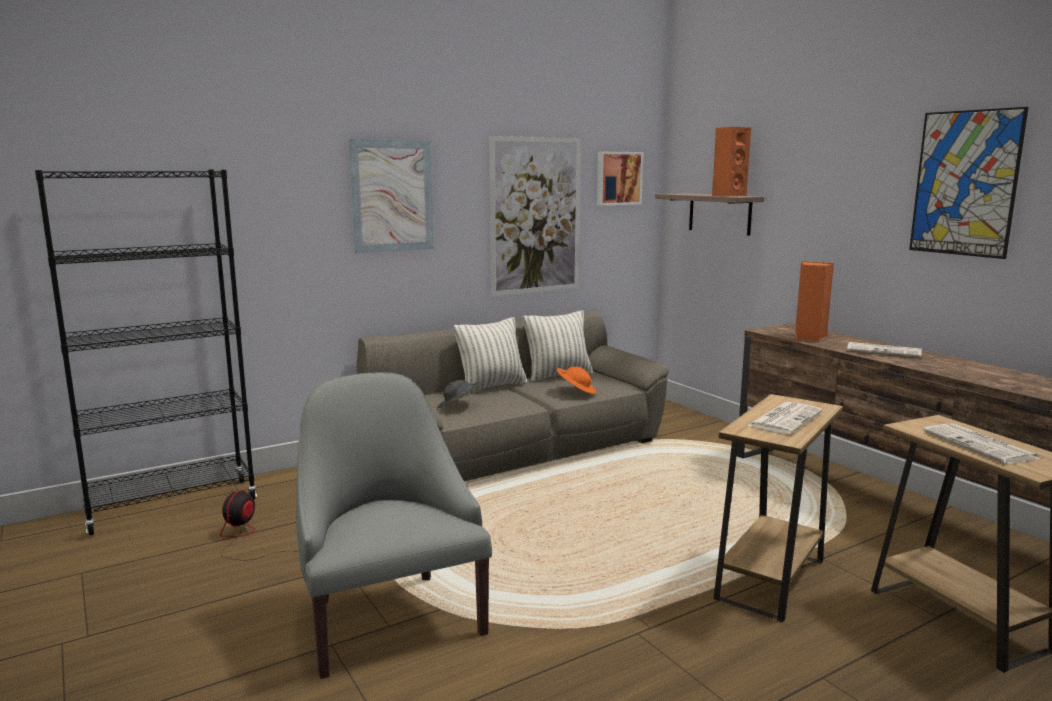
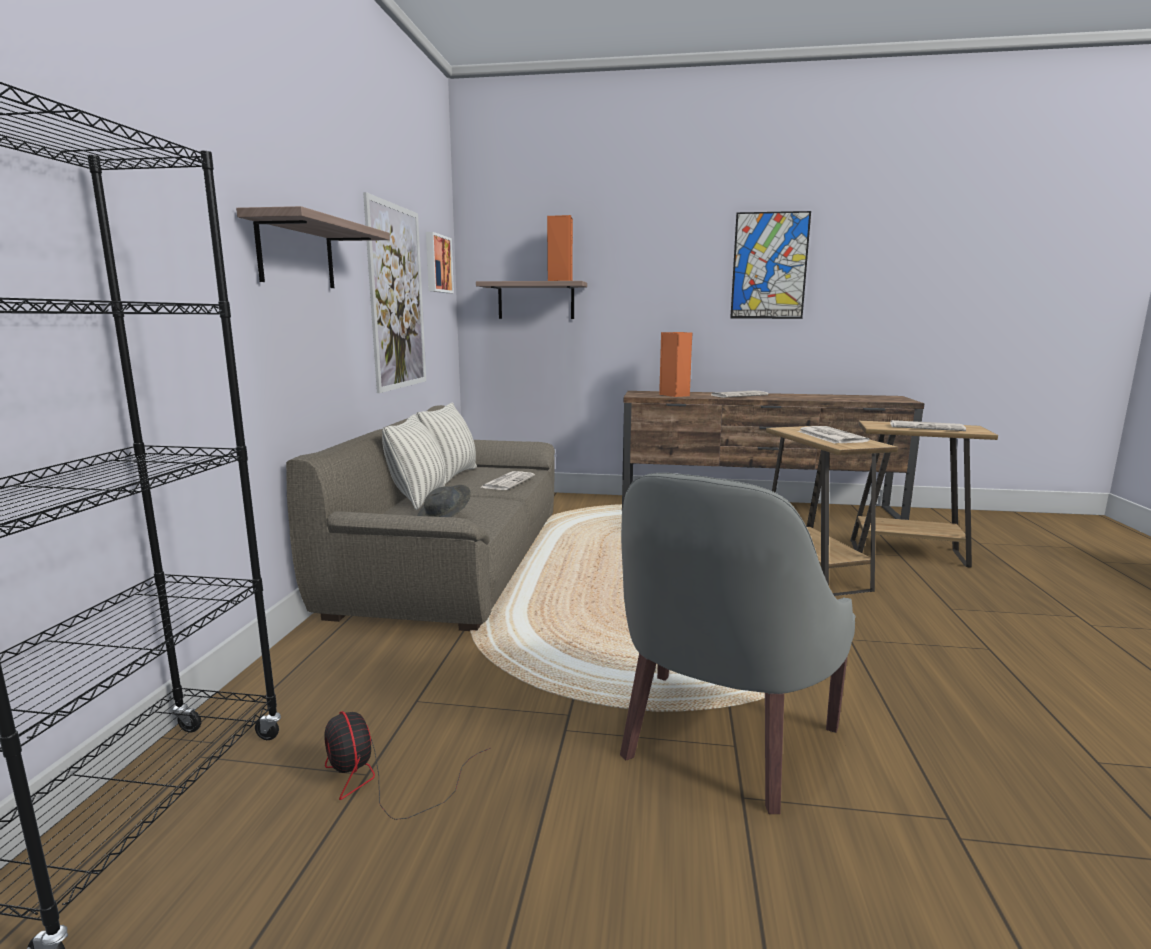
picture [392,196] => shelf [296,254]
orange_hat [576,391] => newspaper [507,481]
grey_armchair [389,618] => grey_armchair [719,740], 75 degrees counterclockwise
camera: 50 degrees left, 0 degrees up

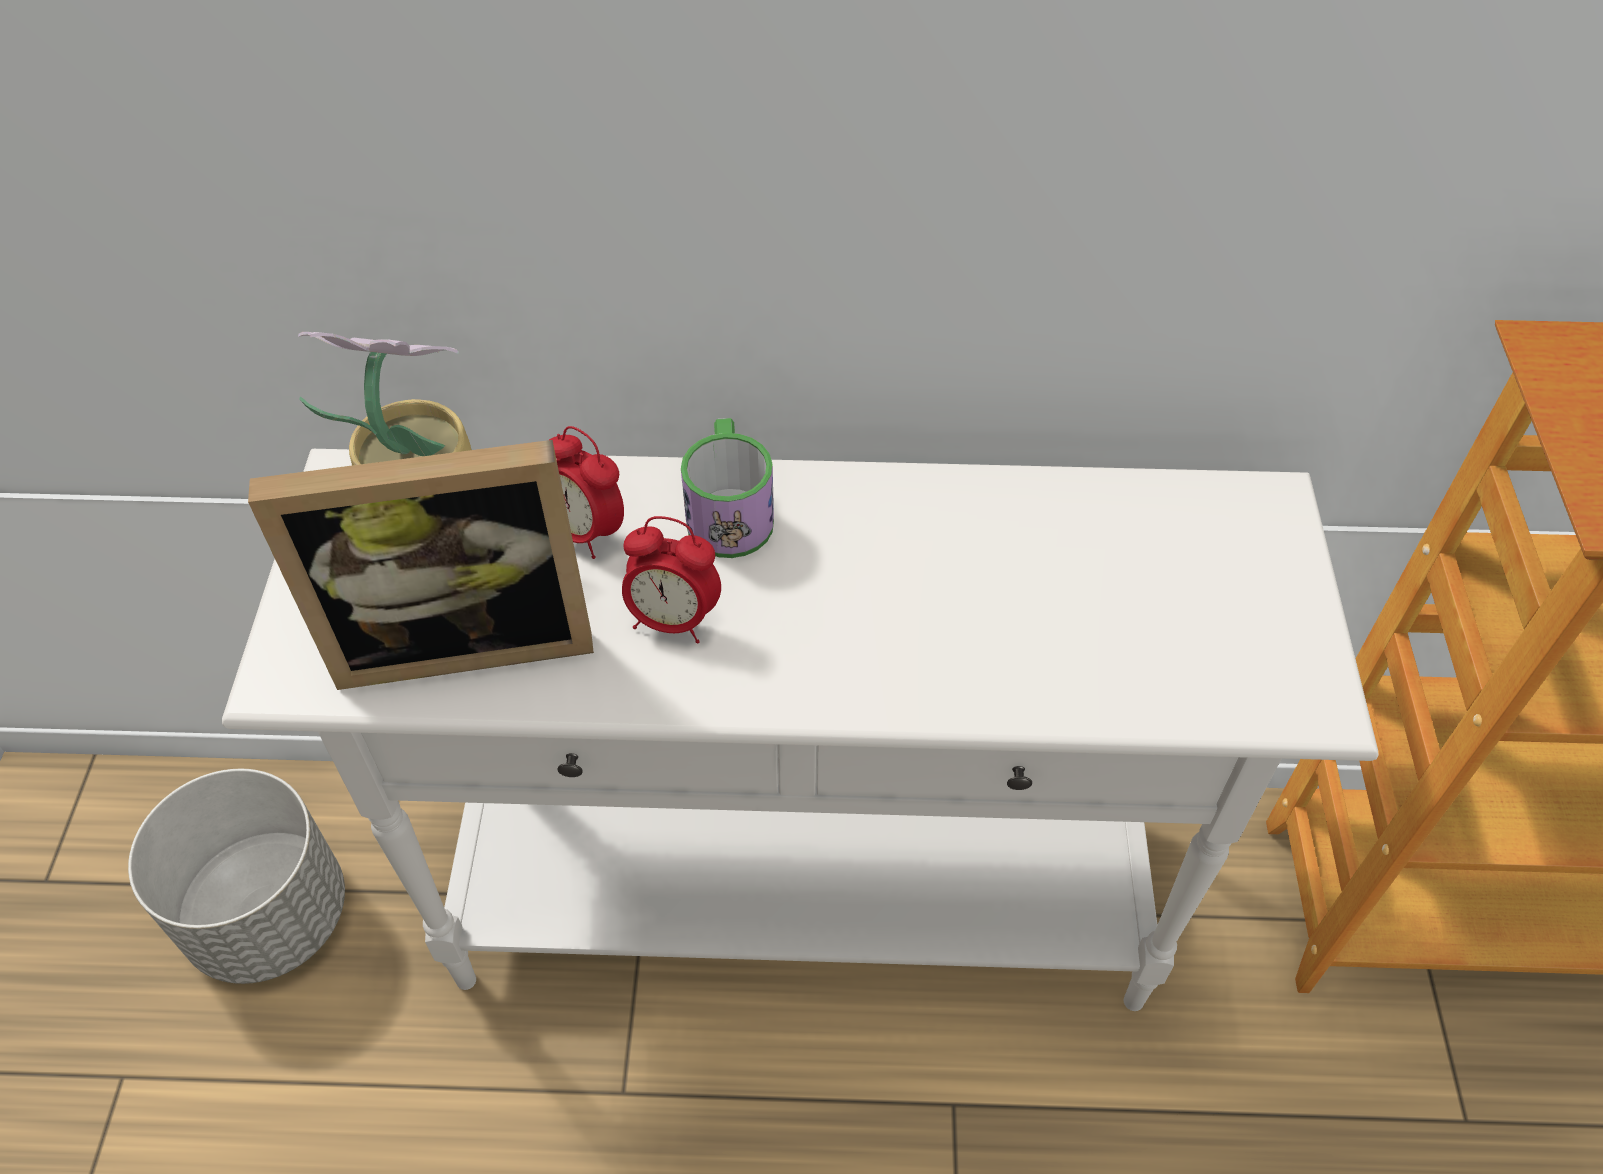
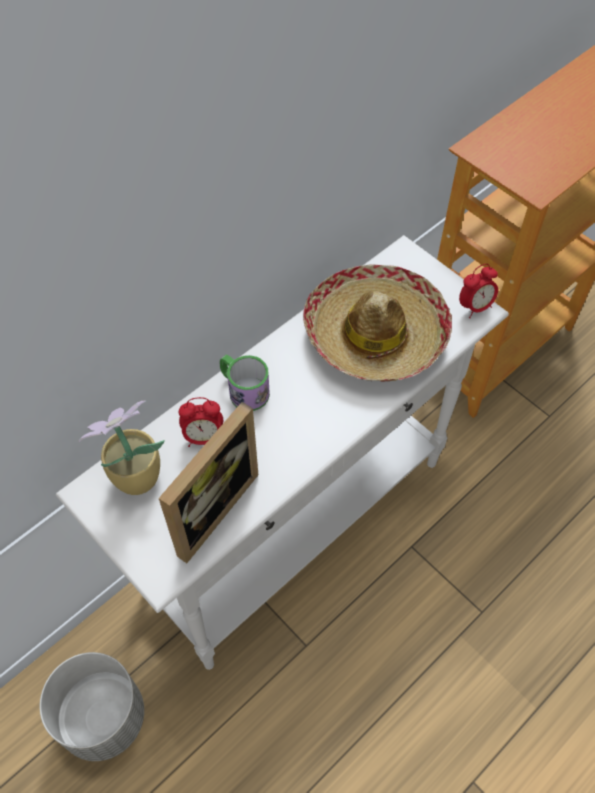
nothing => hat [376,334]
alarm_clock [673,619] => alarm_clock [475,307], relocated
camera: 45 degrees left, 5 degrees up

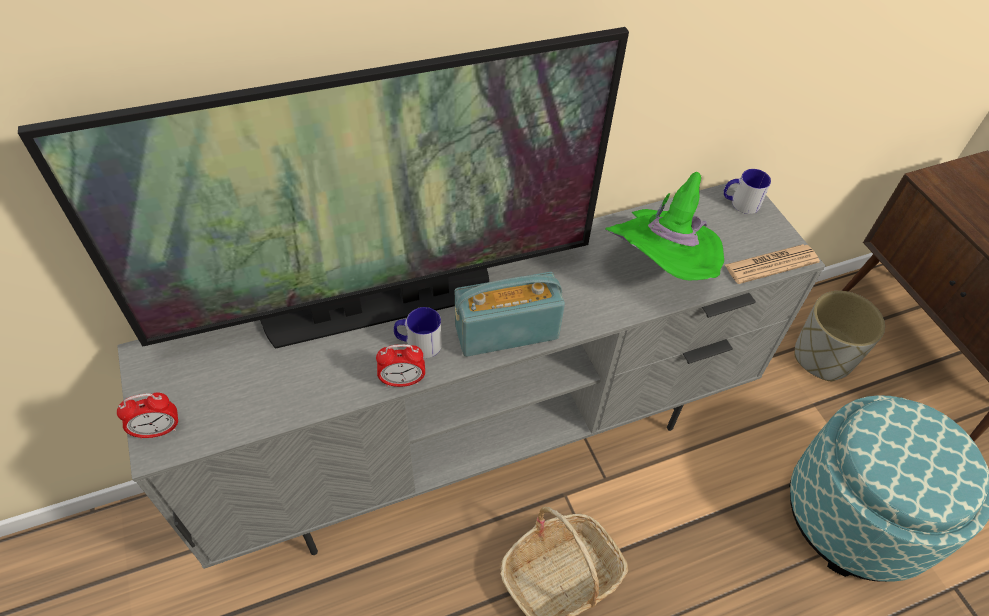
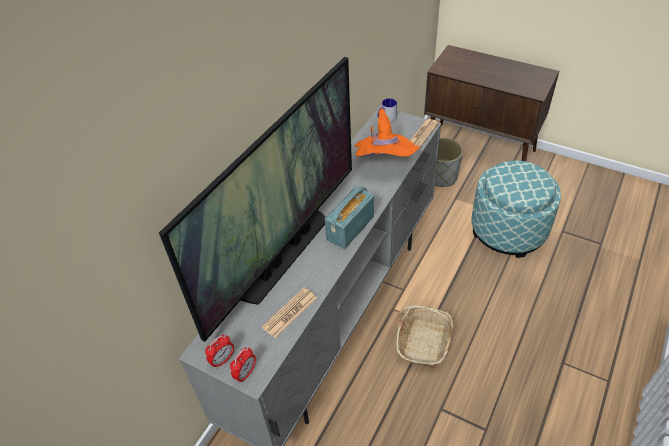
mug [418,343] => nothing
nothing => newspaper [290,312]
alarm_clock [402,381] => alarm_clock [222,360], relocated
green_hat [661,269] => orange_hat [384,163]
camera: 35 degrees left, 5 degrees down

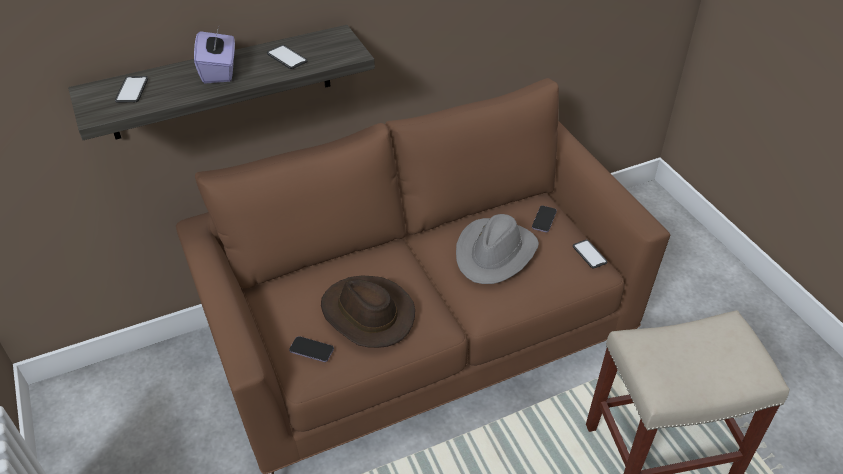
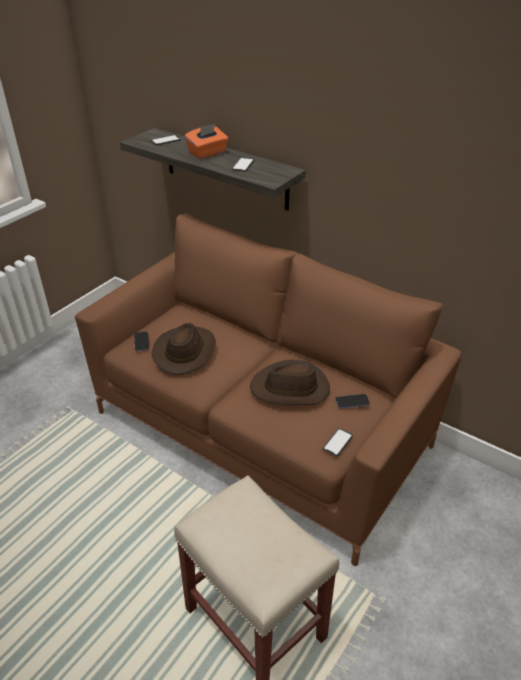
purple_tissue_box [219,71] => orange_tissue_box [207,153]
grey_hat [495,253] => brown_hat [290,388]
camera: 60 degrees right, 5 degrees down

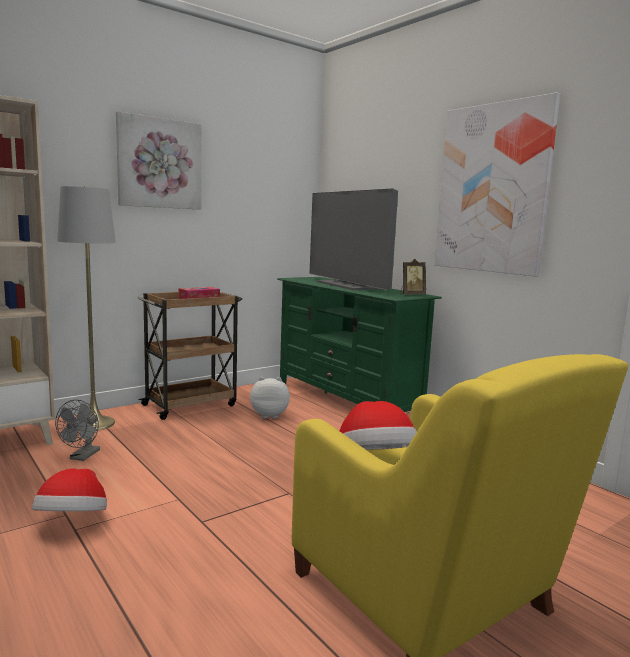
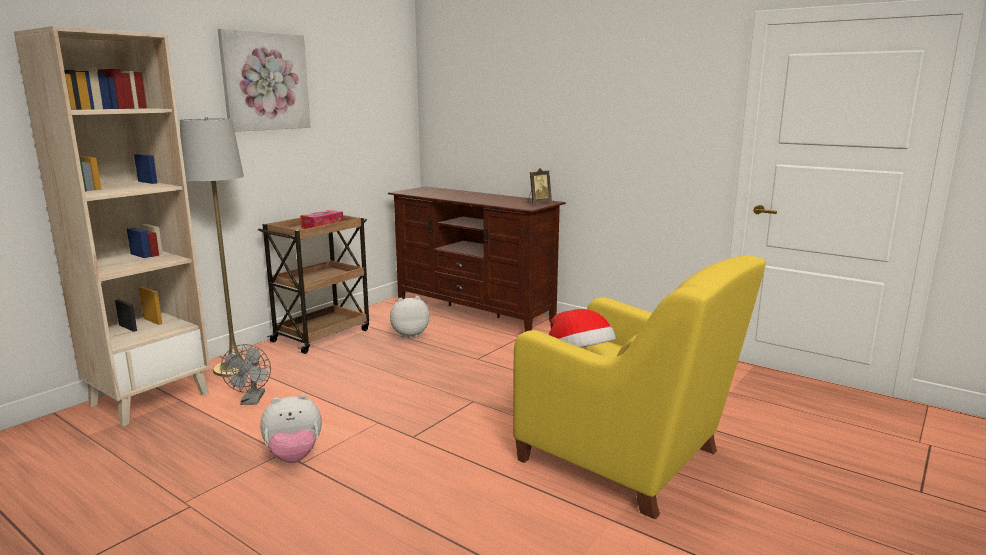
television [349,285] => nothing
picture [492,189] => nothing
hat [73,521] => plush_toy [294,457]
green_tv_stand [346,401] => brown_tv_stand [474,311]
camera: 15 degrees left, 5 degrees up

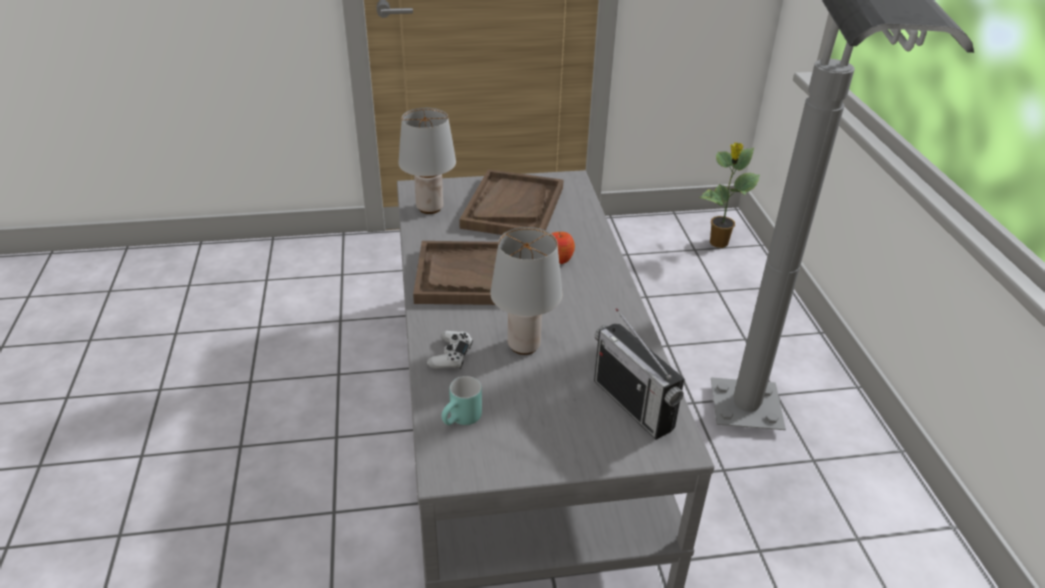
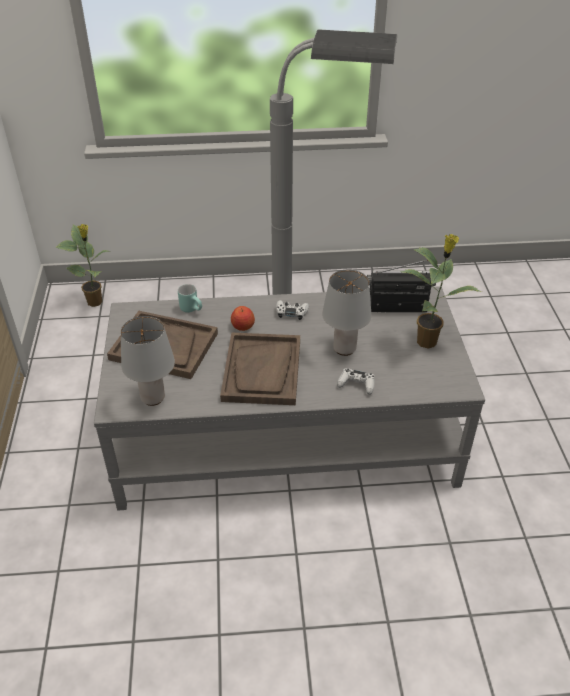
nothing => white_game_controller [291,312]
nothing => potted_plant [428,341]
turquoise_mug [462,421] => turquoise_mug [193,309], relocated
radio [633,404] => radio [397,308], 150 degrees counterclockwise
camera: 85 degrees left, 5 degrees up

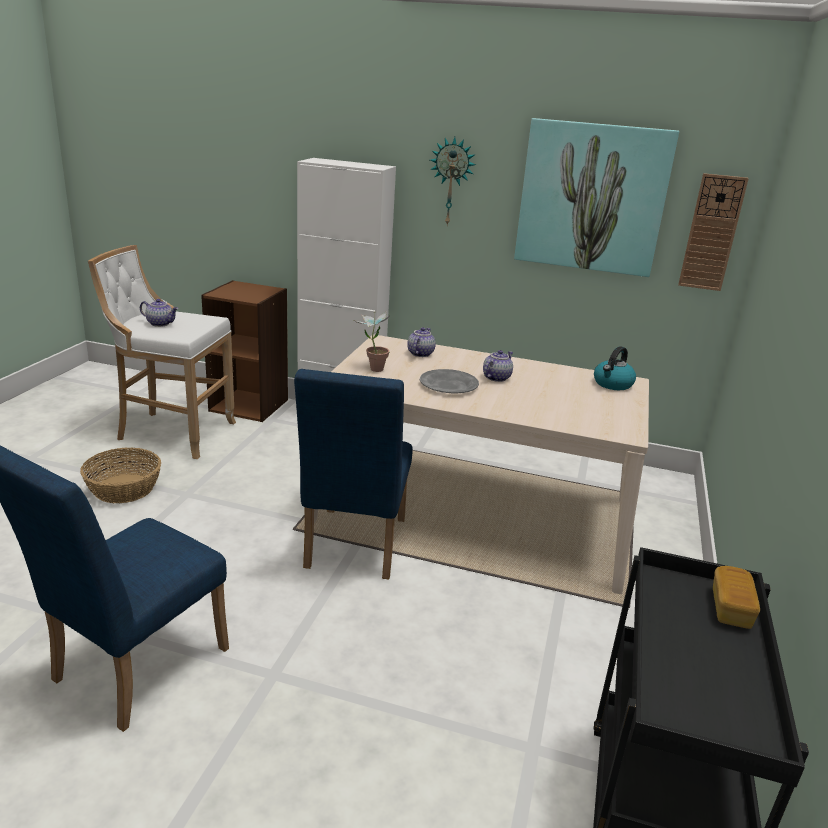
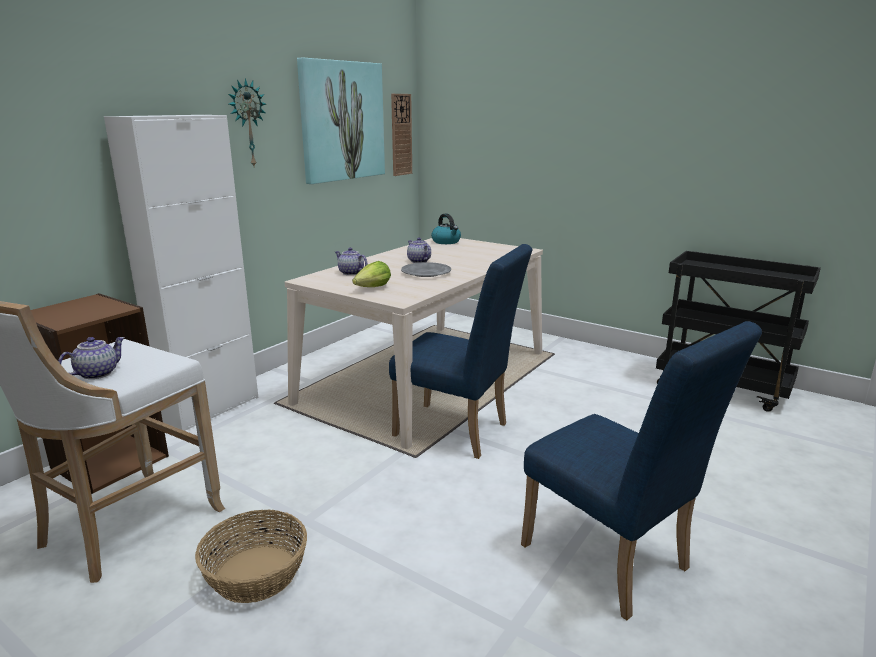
bread [730,609] => nothing
potted_plant [372,368] => lettuce [373,288]
camera: 70 degrees left, 5 degrees down

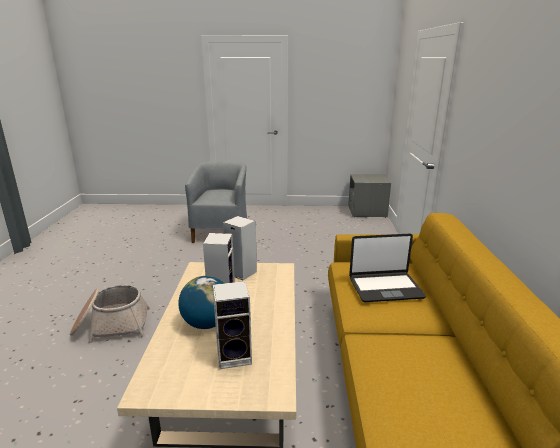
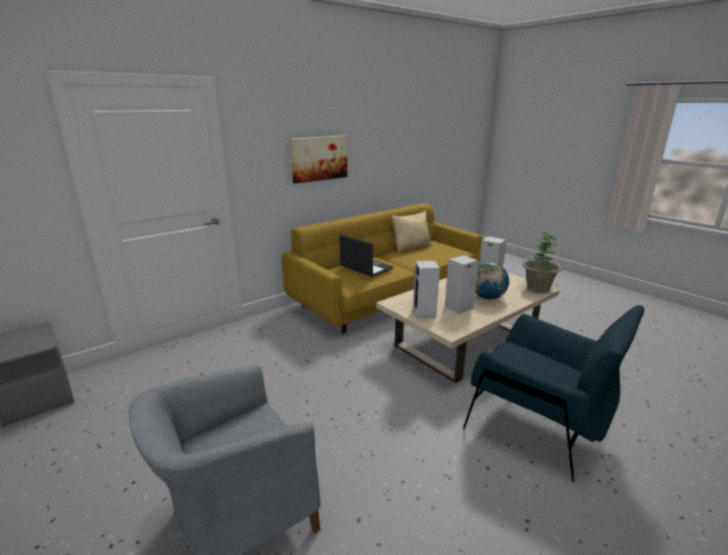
nothing => picture [319,158]
nothing => beige_pillow [412,247]
nothing => potted_plant [538,288]
basket [111,325] => blue_armchair [538,427]
camera: 130 degrees left, 0 degrees up

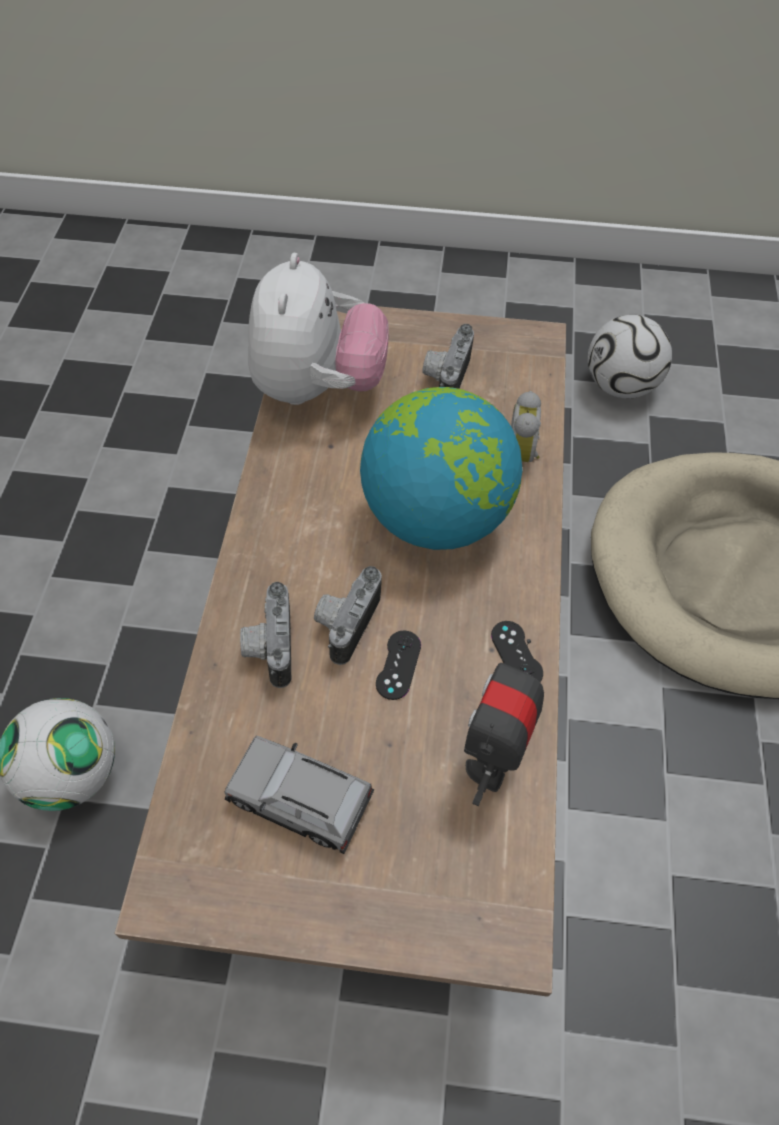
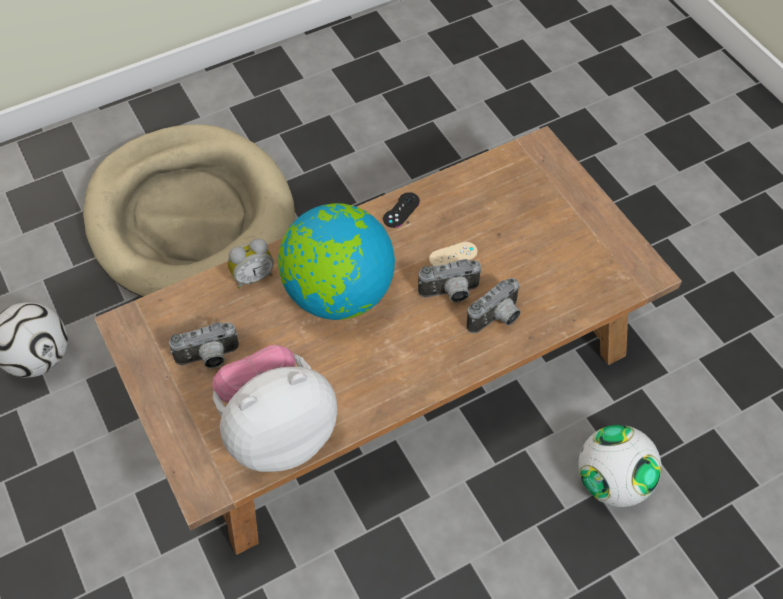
grey_toy_car [300,799] => nothing
toy_robot [492,762] => nothing
black_game_controller [398,665] => beige_game_controller [453,255]
camera: 125 degrees left, 0 degrees up

